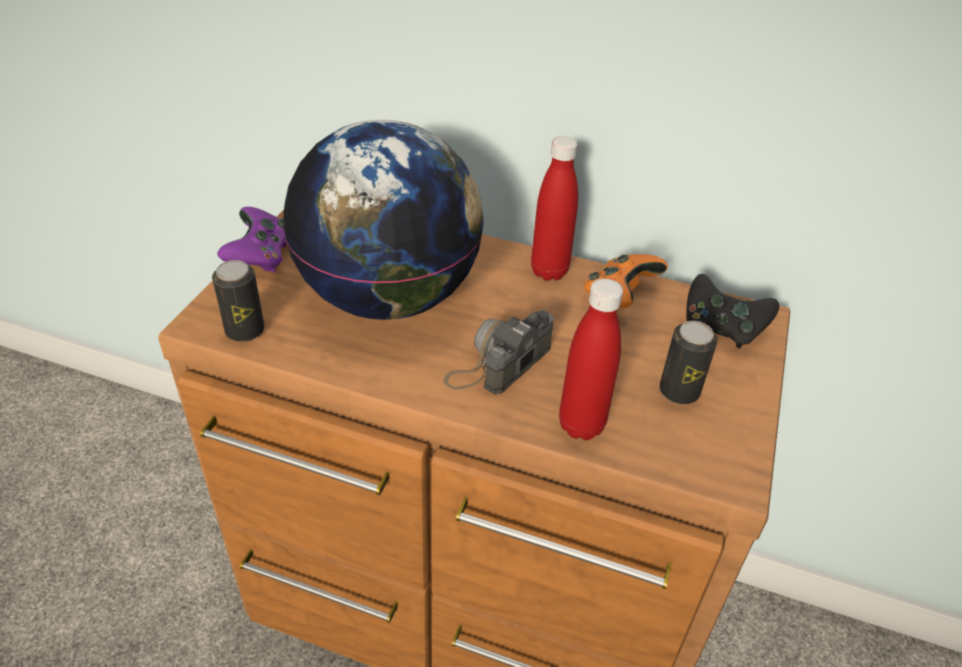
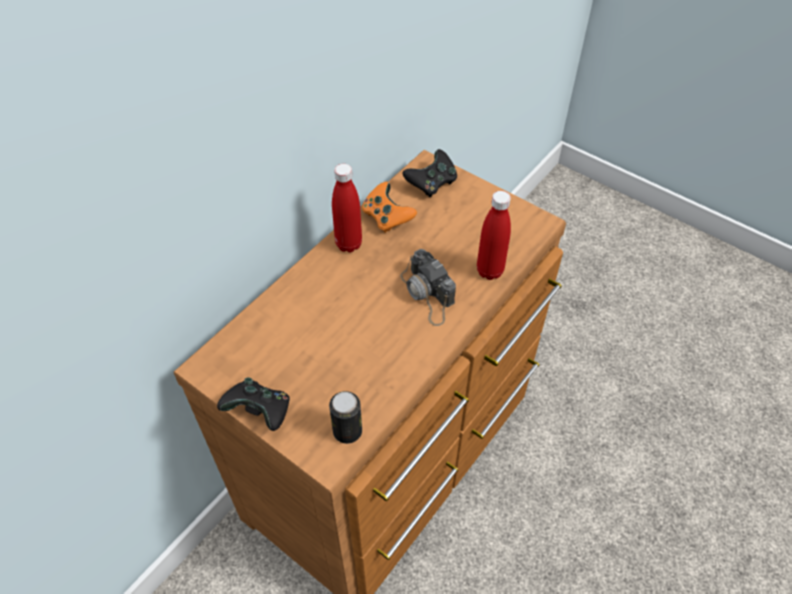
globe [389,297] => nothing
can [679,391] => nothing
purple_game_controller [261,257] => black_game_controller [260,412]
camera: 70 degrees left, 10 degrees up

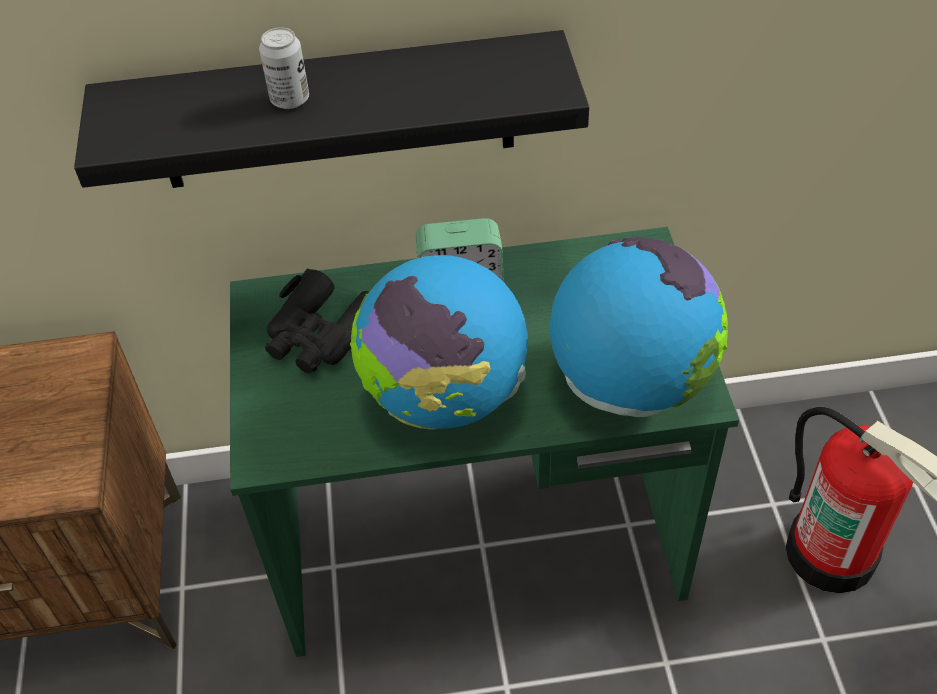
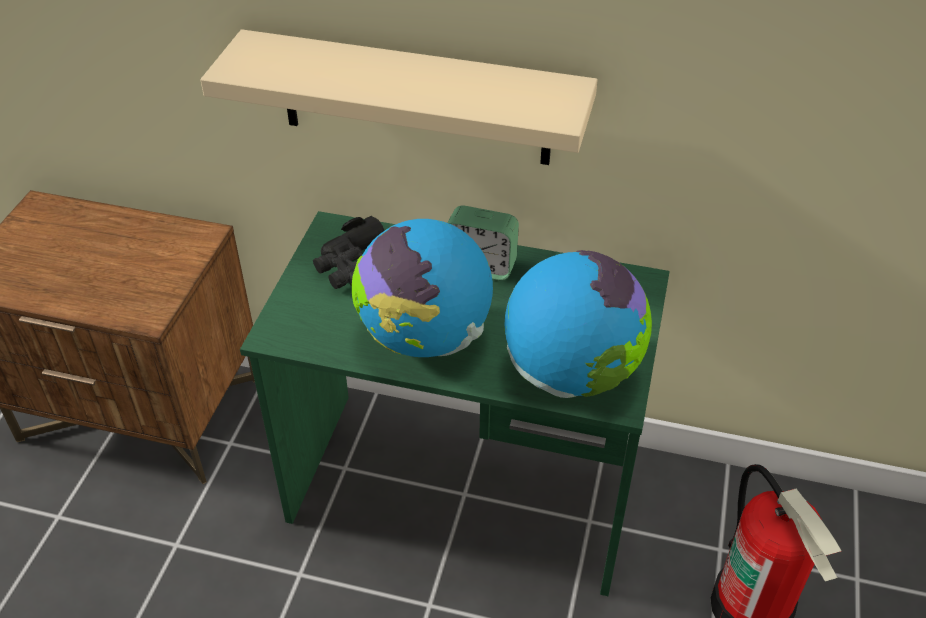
can [290,100] => nothing
black_shelf [336,112] => beige_shelf [415,99]
camera: 20 degrees right, 5 degrees down

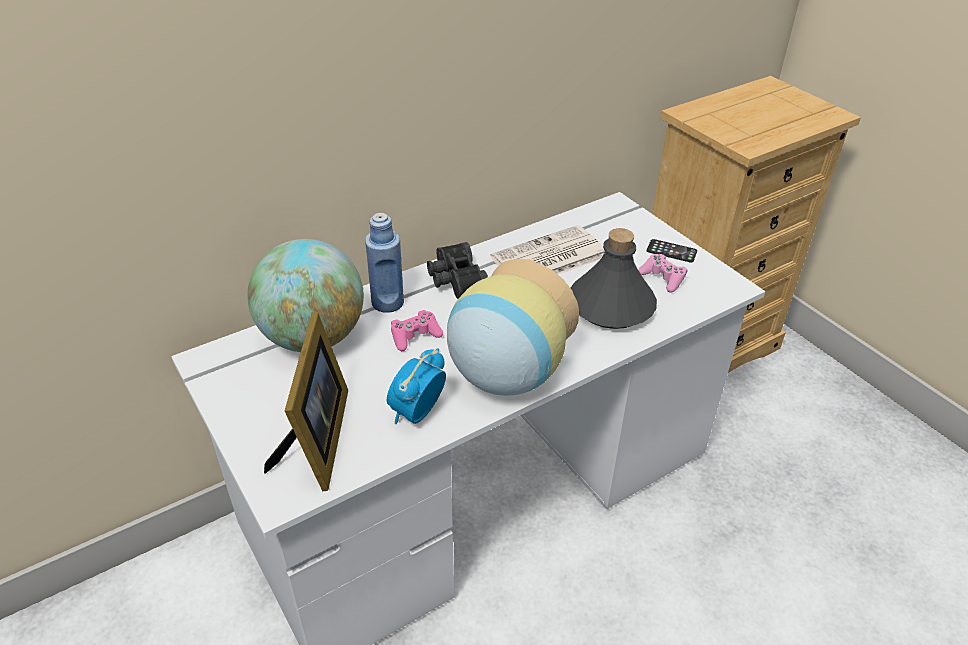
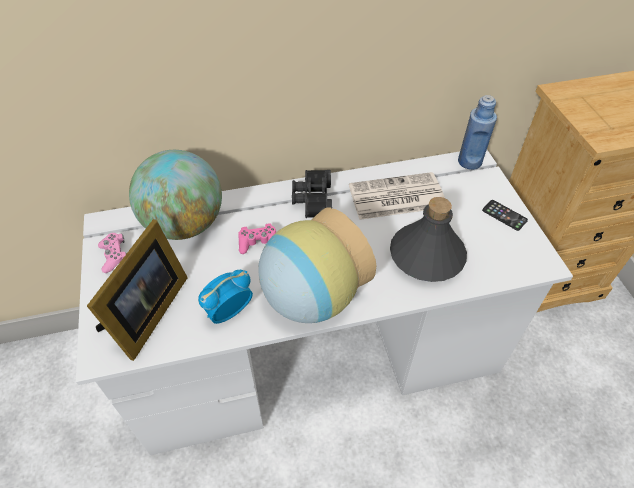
blue_bottle [387,303] => blue_bottle [469,162], relocated
pink_game_controller [662,278] => pink_game_controller [114,256], relocated
camera: 20 degrees right, 10 degrees up

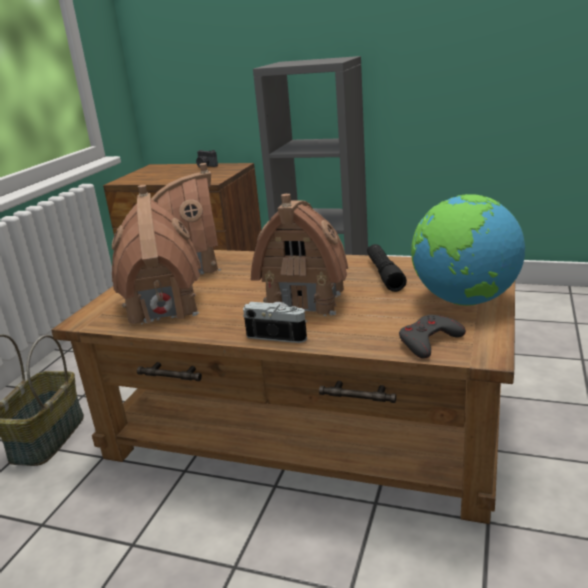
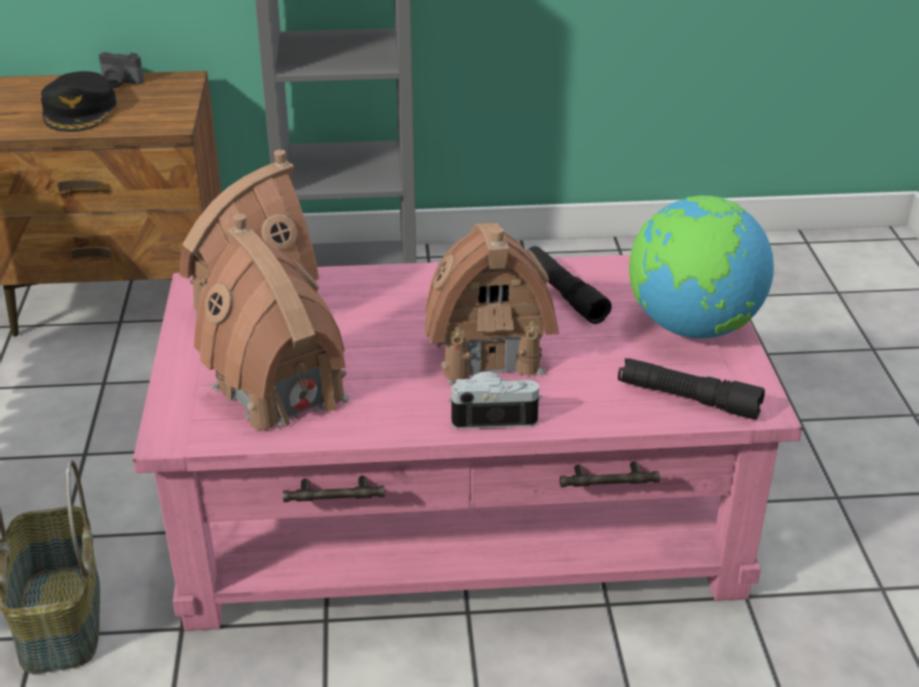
nothing => black_cap [80,111]
grey_game_controller [429,341] => black_flashlight [688,399]
brown_coffee_table [304,426] => pink_coffee_table [457,519]
camera: 25 degrees left, 10 degrees up

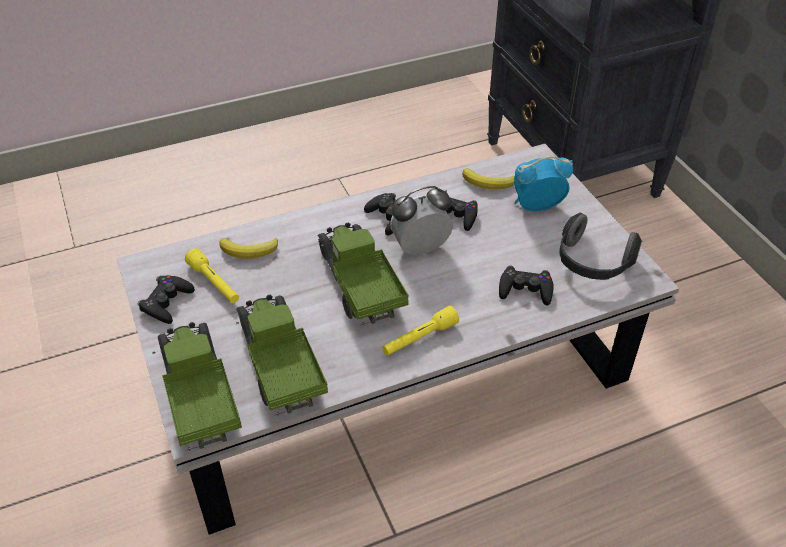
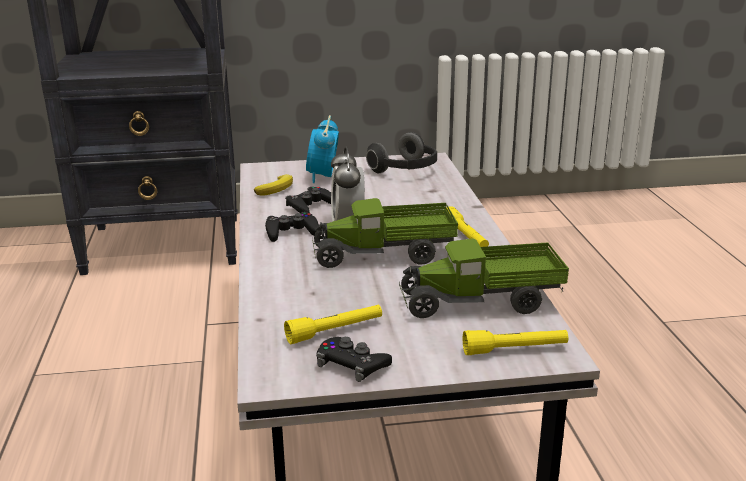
banana [249,251] => nothing
black_game_controller [525,290] => nothing
toy_truck [199,398] => yellow_flashlight [515,350]
camera: 75 degrees left, 20 degrees down

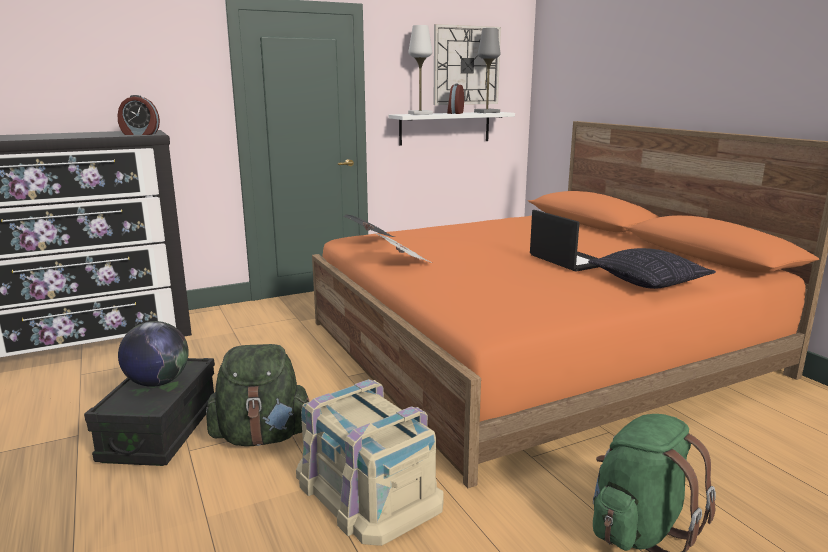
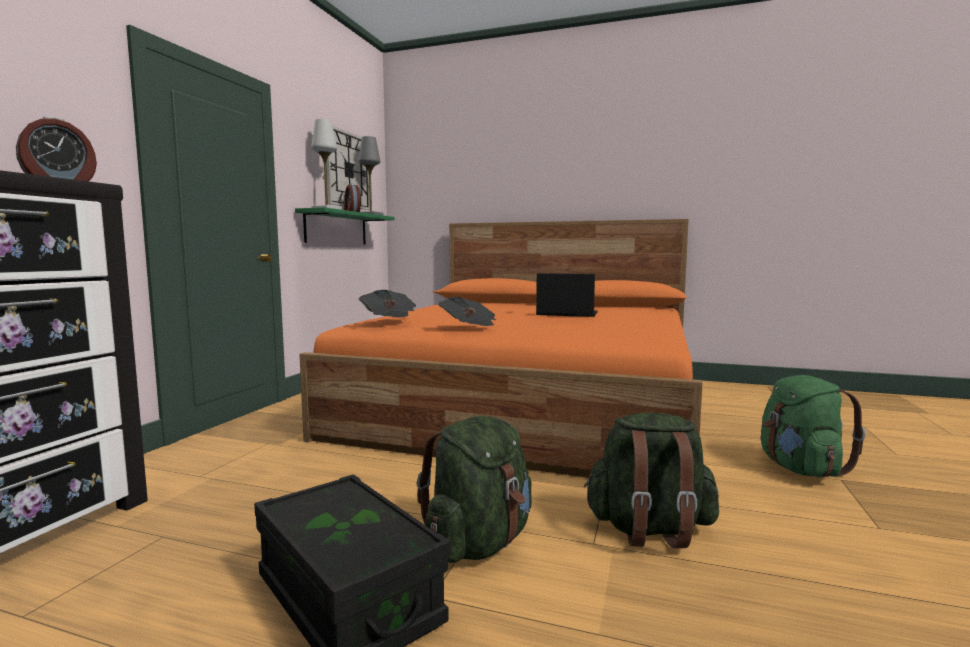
globe [157,382] => nothing
pillow [648,282] => nothing
beige_storage_box [366,489] => green_backpack [649,529]
white_shelf [445,128] => green_shelf [336,228]
camera: 45 degrees left, 10 degrees down

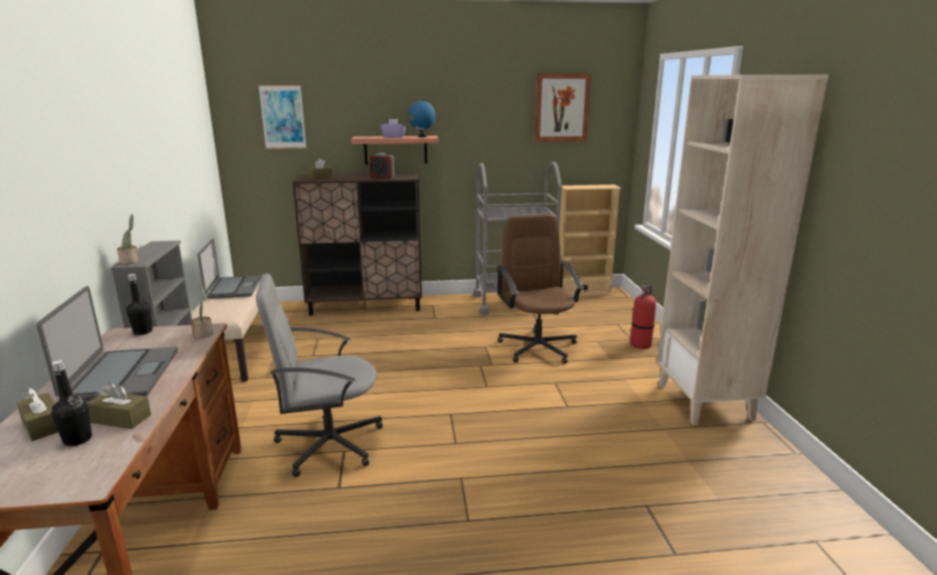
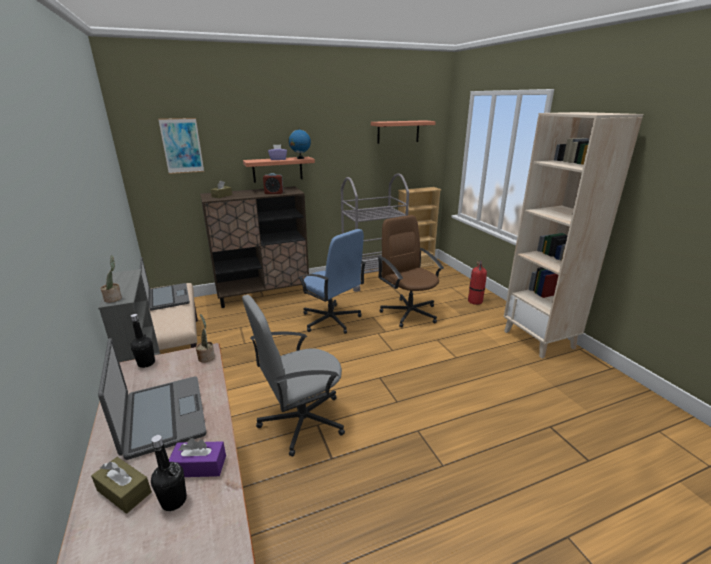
nothing => blue_office_chair [331,320]
picture [561,108] => shelf [398,132]
brown_tissue_box [121,419] => purple_tissue_box [199,466]
camera: 15 degrees left, 5 degrees up

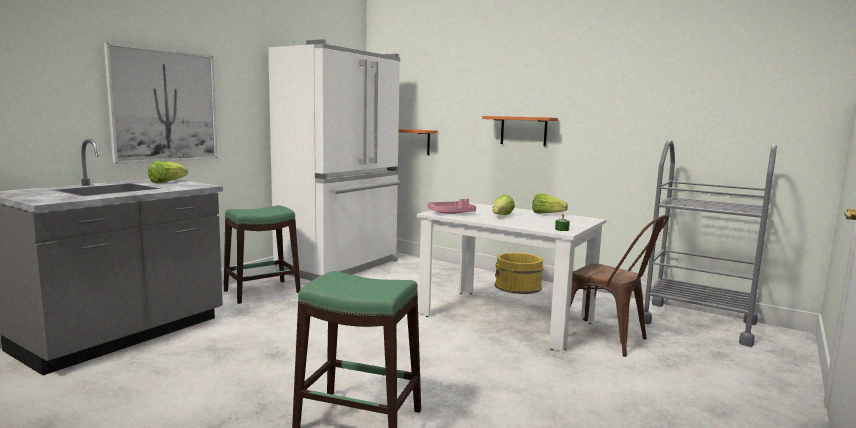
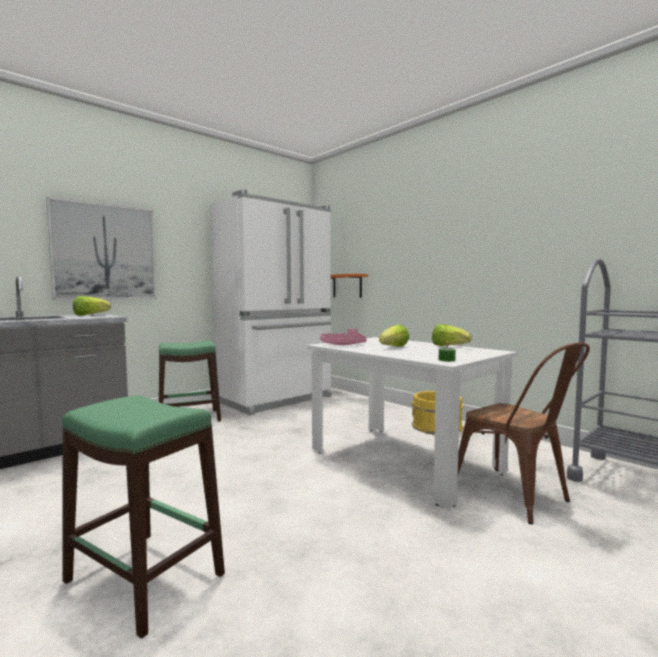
orange_shelf [523,131] => nothing
camera: 15 degrees right, 5 degrees down

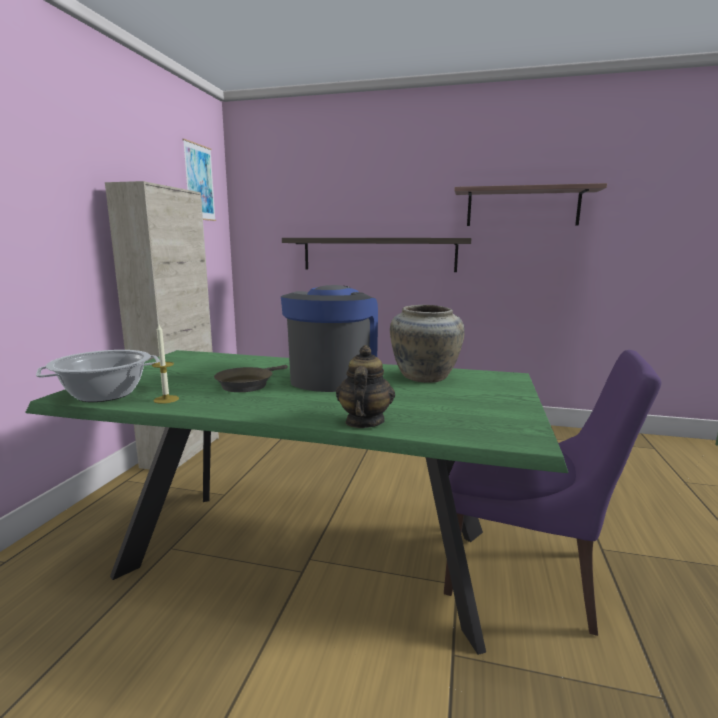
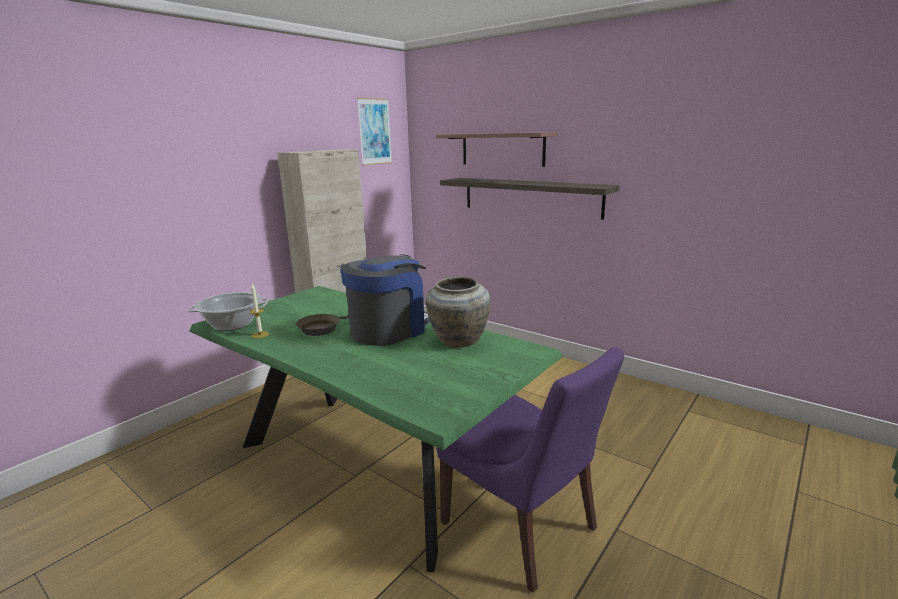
teapot [364,422] => nothing
shelf [522,207] => shelf [502,149], relocated
camera: 25 degrees right, 5 degrees up

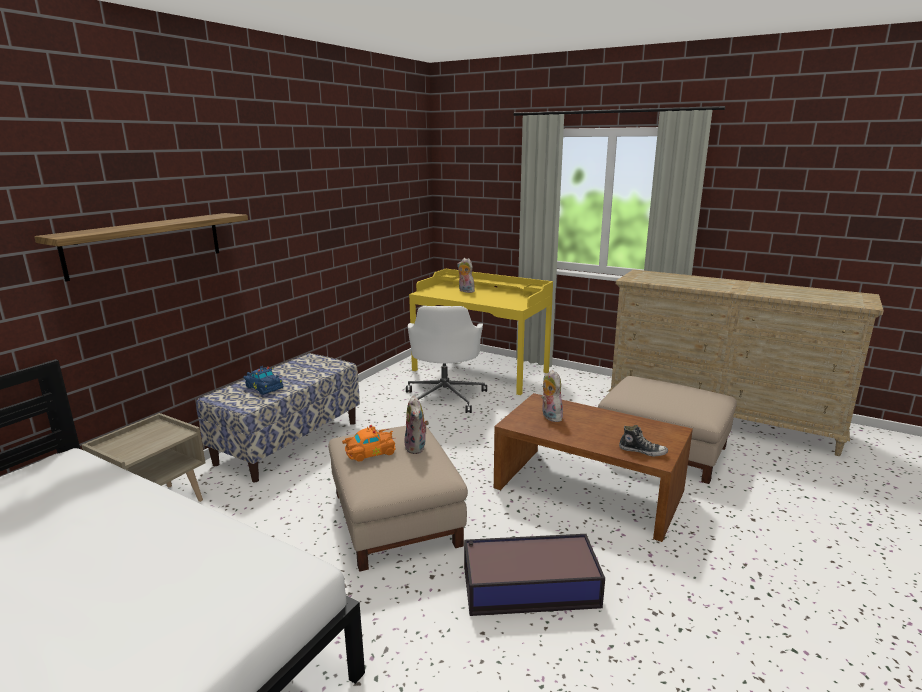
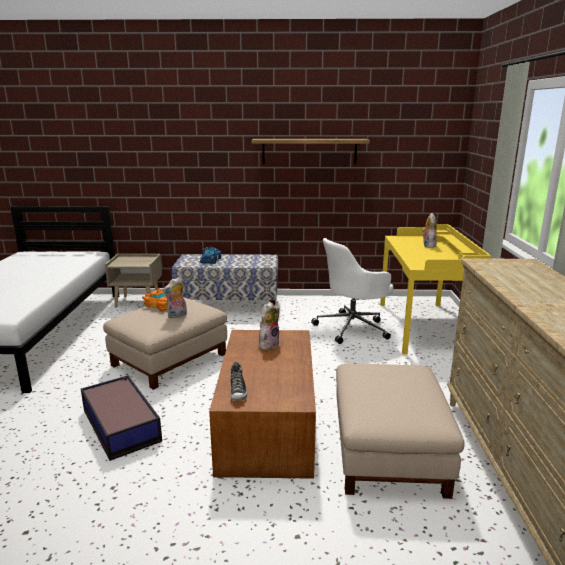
shelf [146,244] => shelf [309,151], relocated
camera: 60 degrees right, 0 degrees up

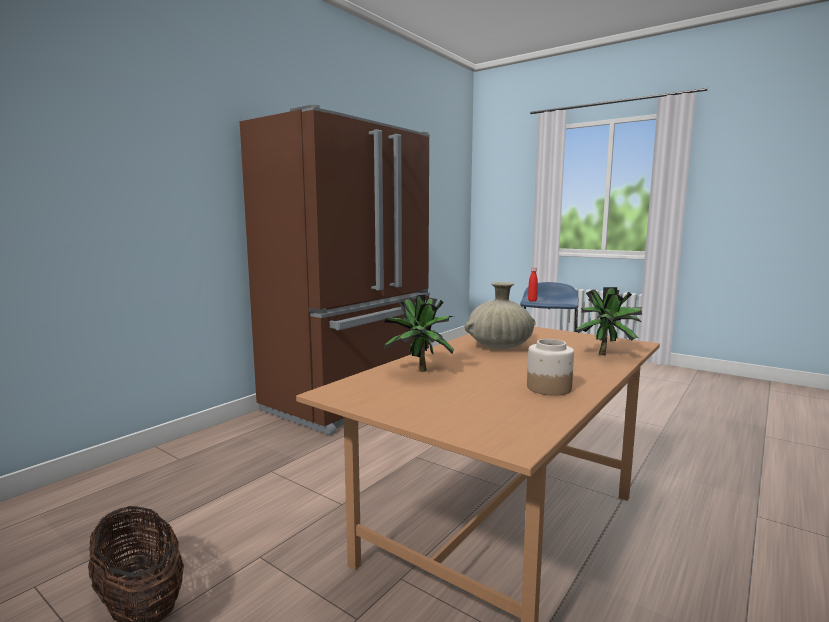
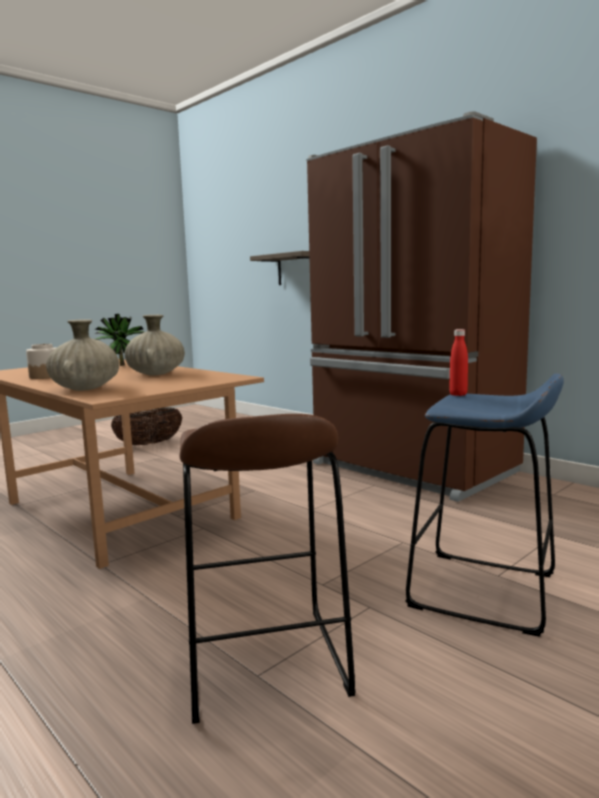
nothing => brown_stool [263,661]
nothing => shelf [297,269]
potted_plant [607,354] => beige_vase [86,389]
camera: 100 degrees right, 0 degrees up

